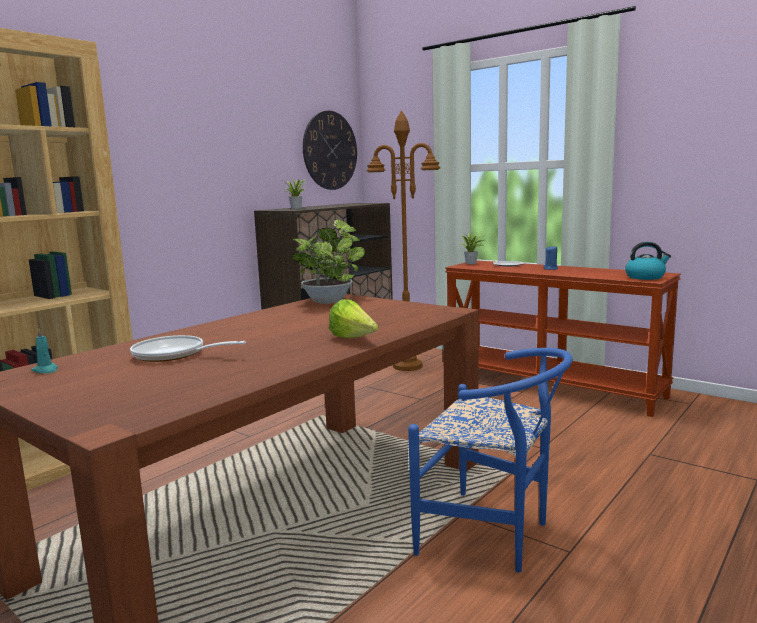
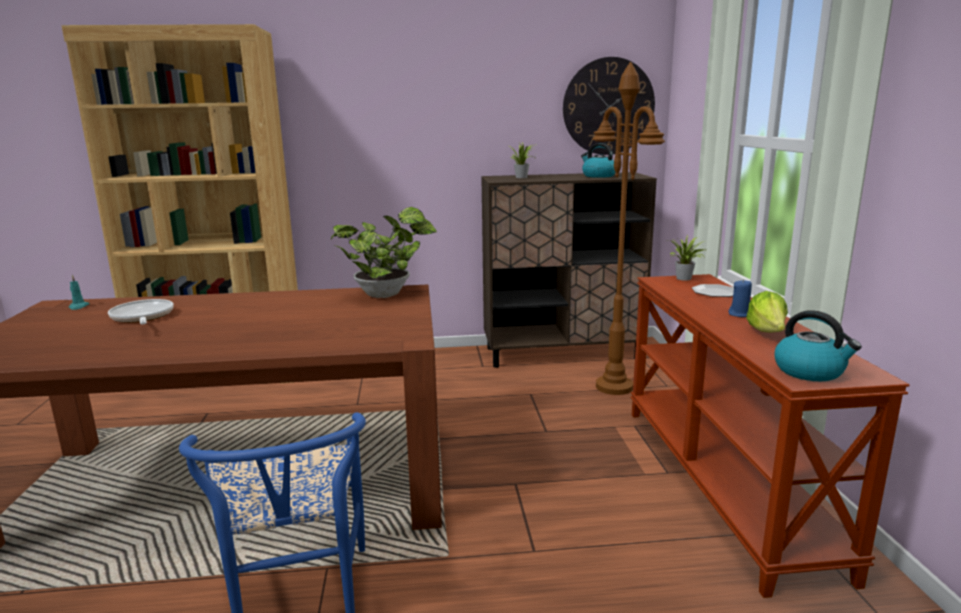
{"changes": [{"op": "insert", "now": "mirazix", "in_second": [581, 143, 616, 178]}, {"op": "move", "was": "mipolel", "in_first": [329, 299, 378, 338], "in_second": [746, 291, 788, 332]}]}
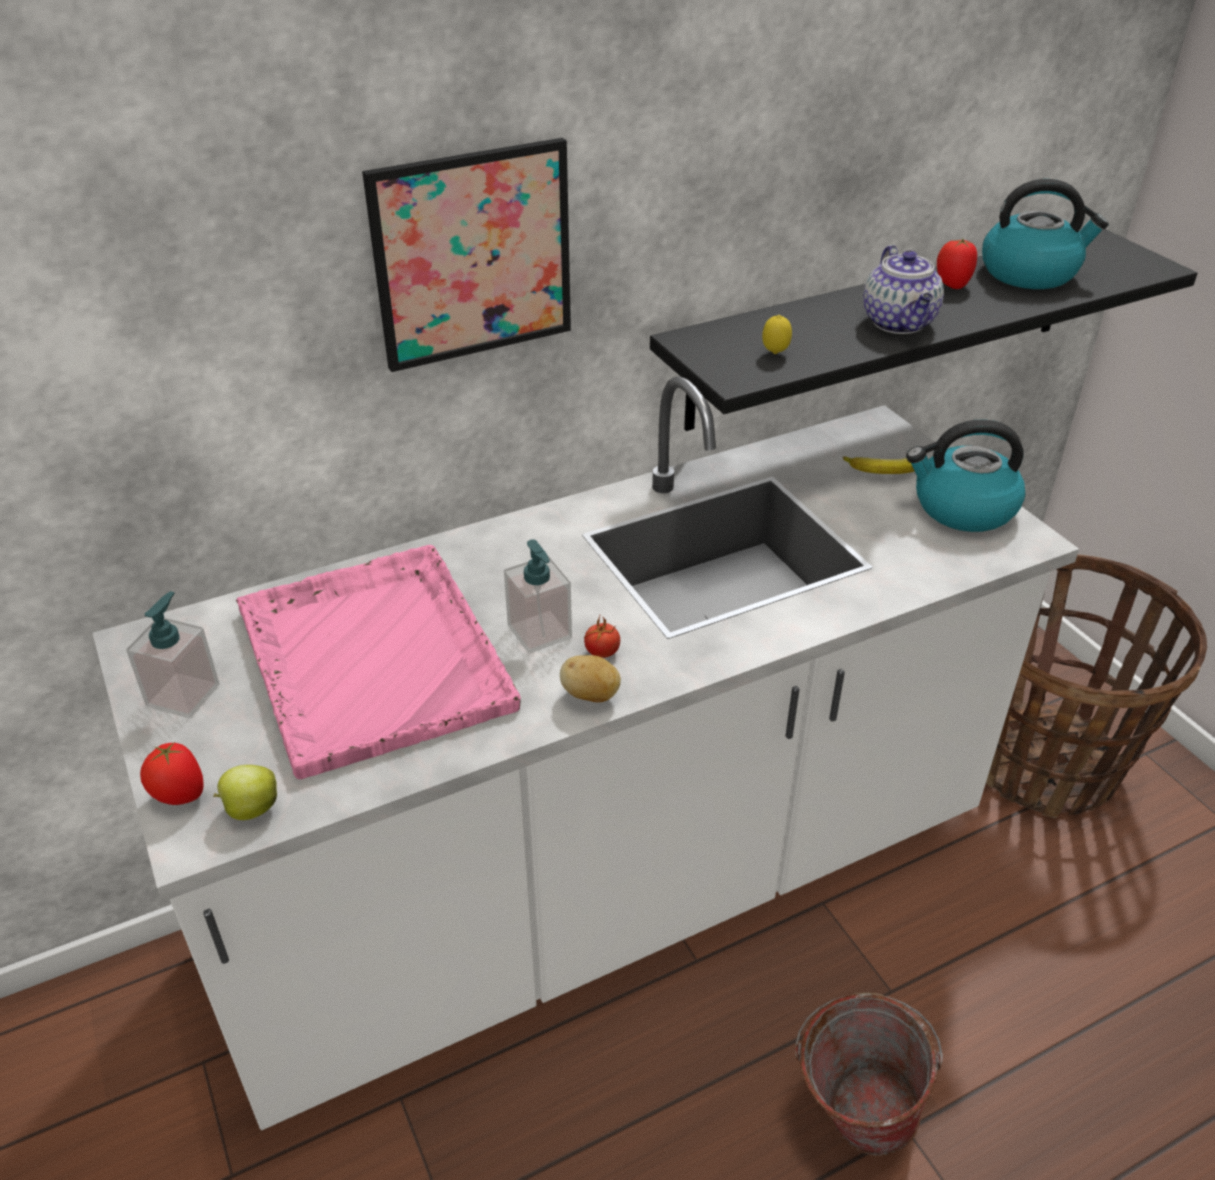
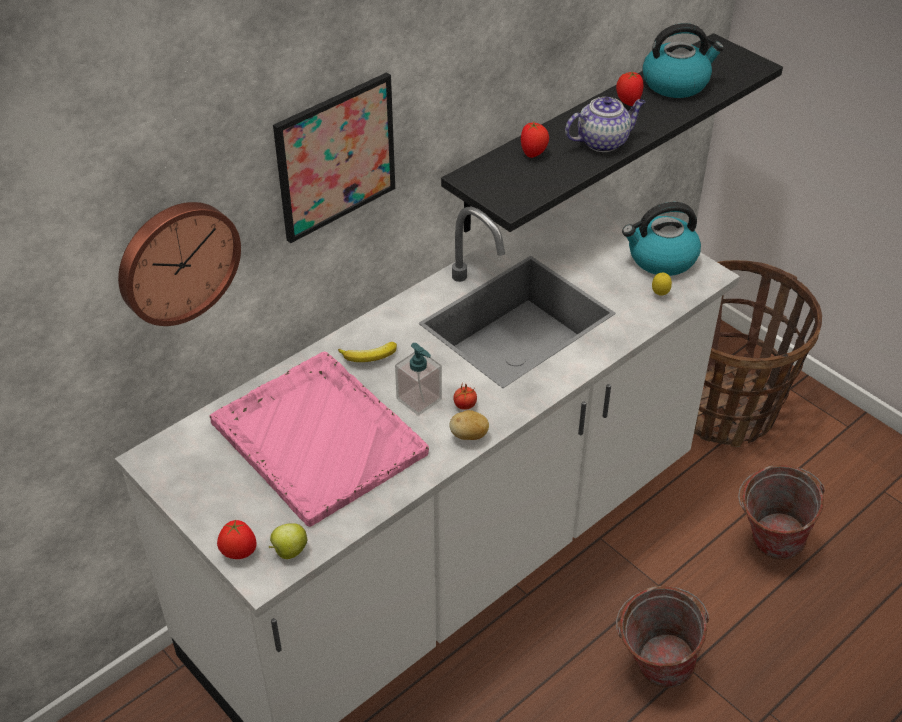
{"changes": [{"op": "insert", "now": "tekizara", "in_second": [118, 202, 241, 326]}, {"op": "move", "was": "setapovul", "in_first": [843, 456, 914, 474], "in_second": [338, 342, 397, 362]}, {"op": "insert", "now": "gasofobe", "in_second": [521, 122, 549, 158]}, {"op": "rotate", "was": "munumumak", "in_first": [863, 245, 944, 334], "in_second": [565, 97, 645, 152], "clockwise": -90}, {"op": "move", "was": "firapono", "in_first": [762, 315, 792, 354], "in_second": [652, 273, 672, 296]}, {"op": "insert", "now": "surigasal", "in_second": [738, 465, 825, 560]}, {"op": "delete", "was": "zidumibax", "in_first": [126, 591, 220, 719]}]}
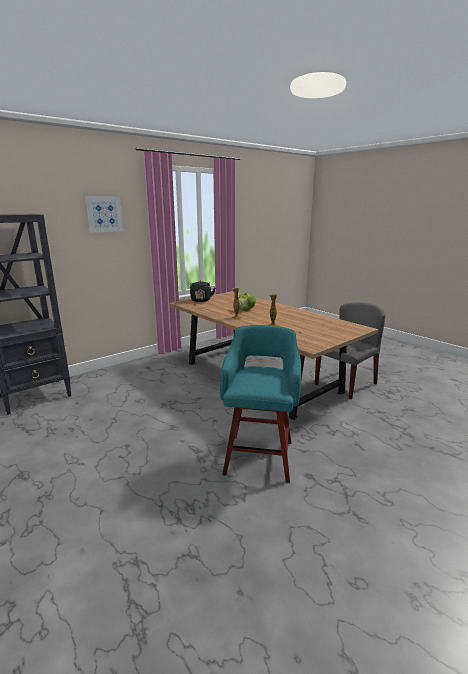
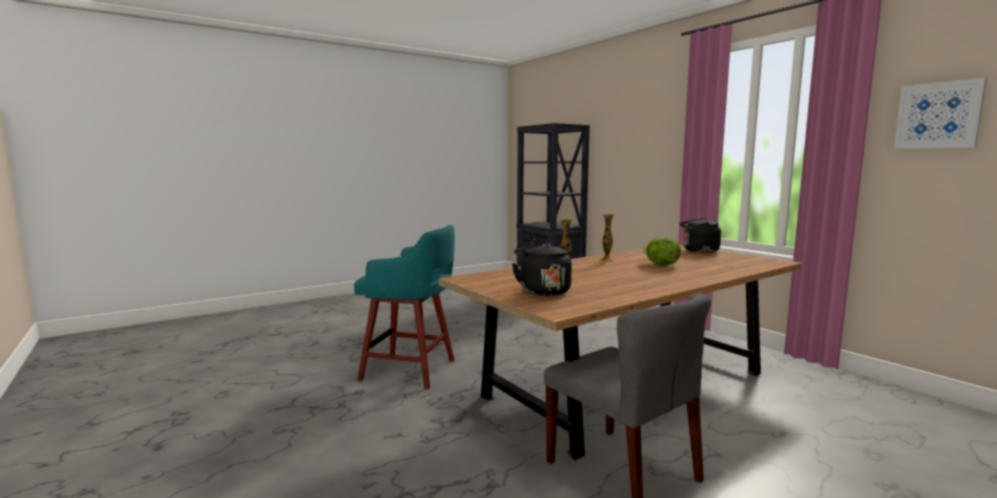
{"changes": [{"op": "insert", "now": "black_mirazix", "in_second": [512, 243, 572, 296]}, {"op": "move", "was": "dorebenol", "in_first": [86, 196, 123, 233], "in_second": [894, 78, 987, 149]}]}
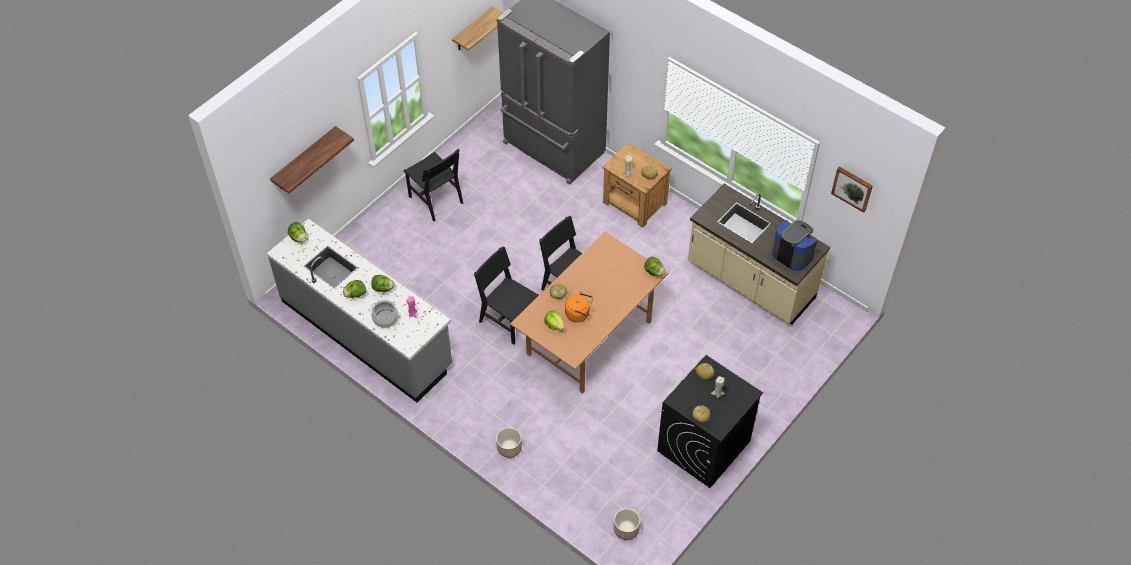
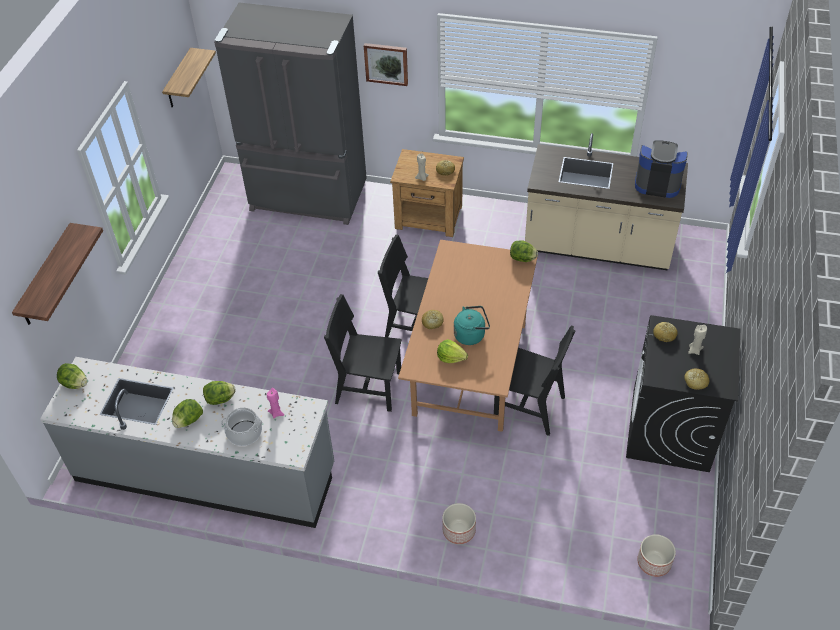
{"changes": [{"op": "move", "was": "dorebenol", "in_first": [831, 166, 873, 213], "in_second": [363, 43, 408, 86]}, {"op": "recolor", "was": "orange_mirazix", "now": "turquoise_mirazix", "in_first": [565, 291, 593, 322], "in_second": [454, 306, 490, 345]}, {"op": "move", "was": "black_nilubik", "in_first": [404, 149, 463, 221], "in_second": [494, 325, 576, 436]}]}
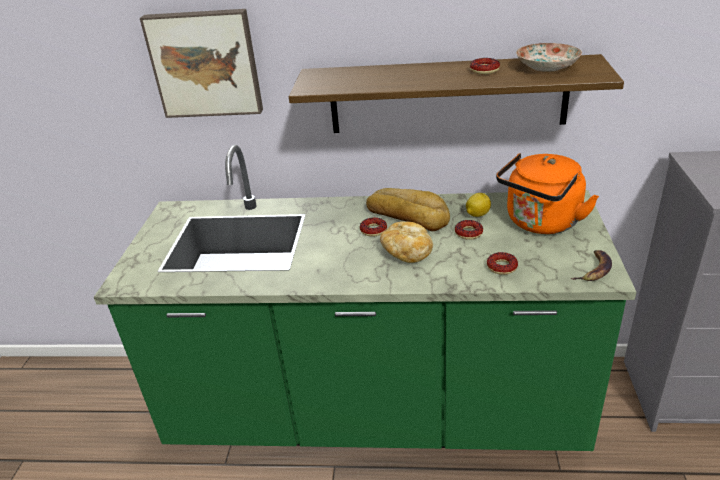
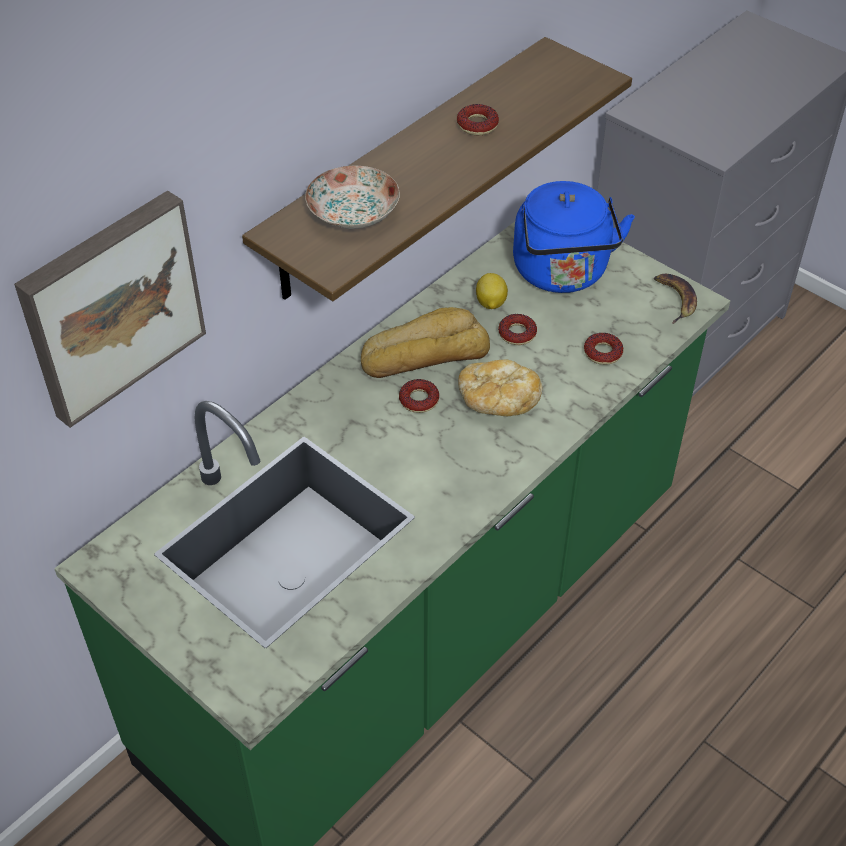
{"changes": [{"op": "move", "was": "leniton", "in_first": [516, 43, 582, 72], "in_second": [305, 165, 400, 229]}, {"op": "recolor", "was": "orange_mirazix", "now": "blue_mirazix", "in_first": [496, 153, 599, 234], "in_second": [513, 181, 635, 293]}]}
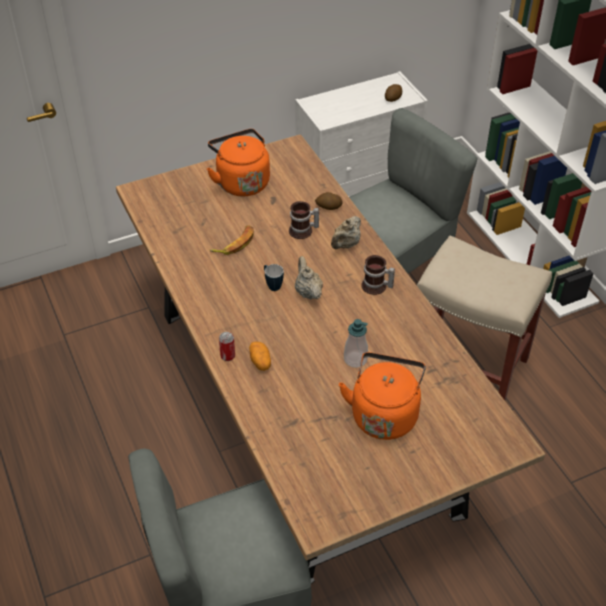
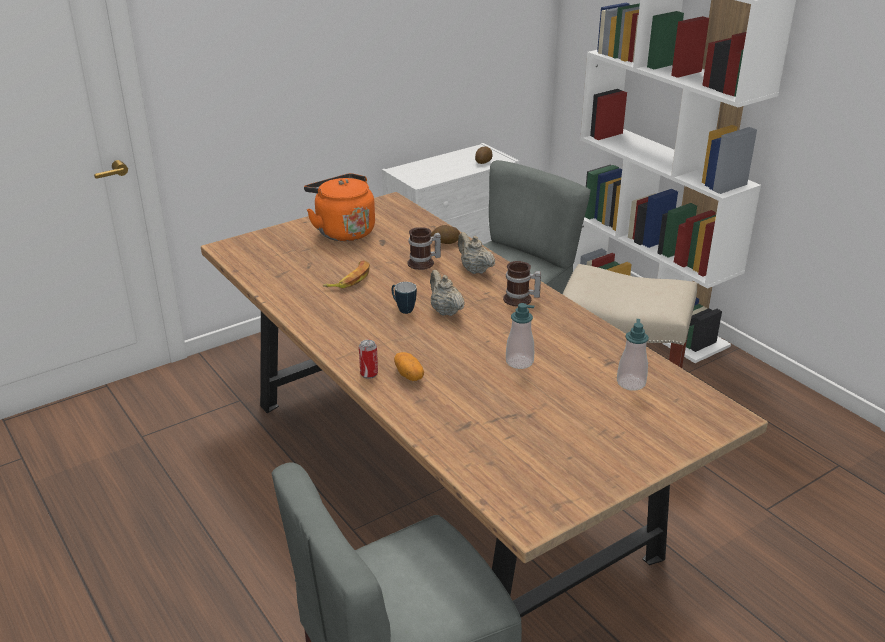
{"changes": [{"op": "rotate", "was": "beige_munumumak", "in_first": [331, 216, 361, 249], "in_second": [458, 232, 495, 274], "clockwise": 120}, {"op": "insert", "now": "zidumibax", "in_second": [617, 319, 649, 391]}, {"op": "delete", "was": "orange_mirazix", "in_first": [339, 352, 426, 440]}]}
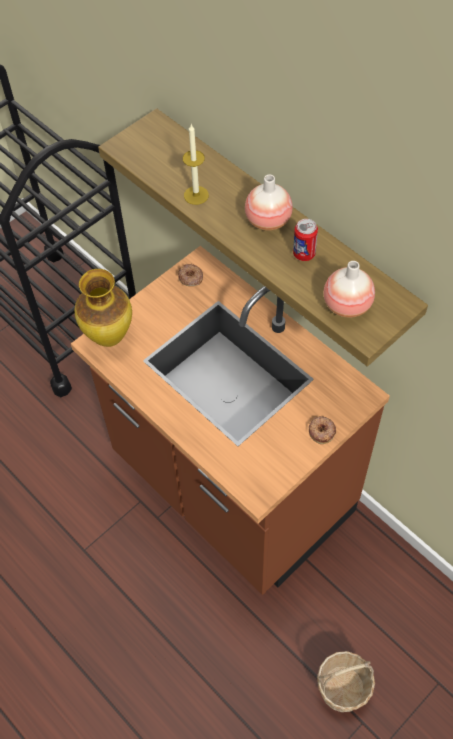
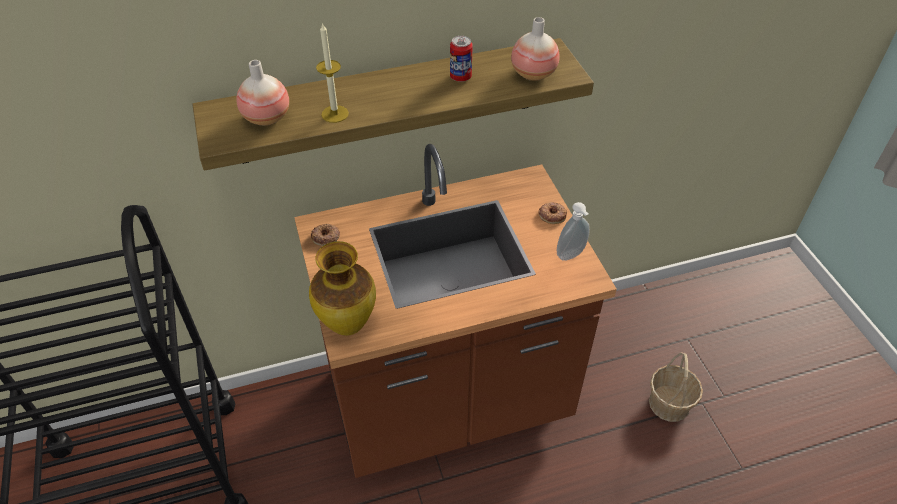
{"changes": [{"op": "move", "was": "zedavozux", "in_first": [245, 174, 293, 231], "in_second": [236, 60, 289, 126]}, {"op": "insert", "now": "zidumibax", "in_second": [557, 202, 590, 261]}]}
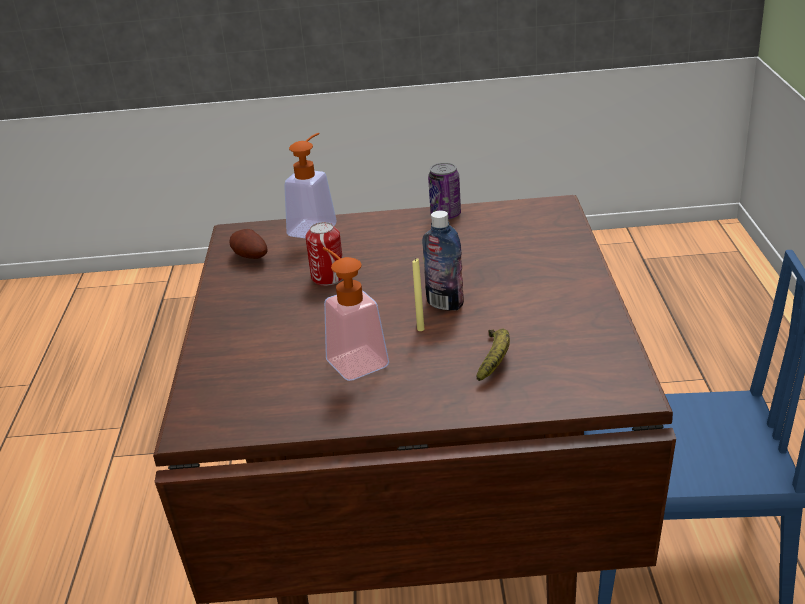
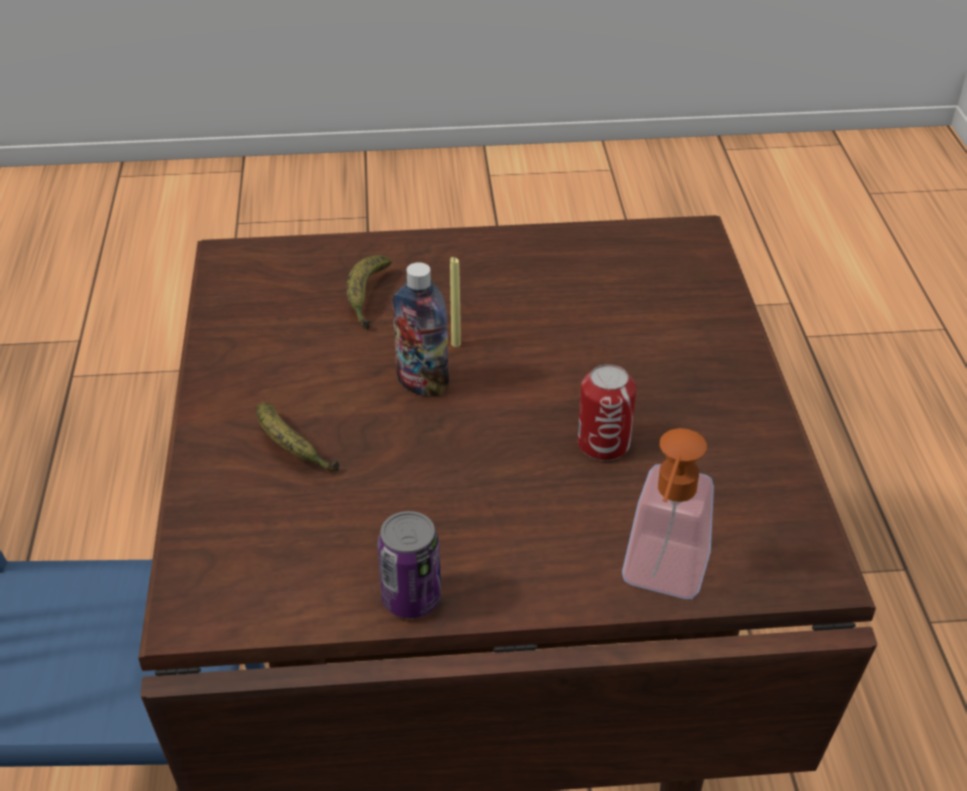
{"changes": [{"op": "insert", "now": "setapovul", "in_second": [257, 402, 339, 472]}, {"op": "delete", "was": "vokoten", "in_first": [229, 229, 267, 259]}, {"op": "delete", "was": "zidumibax", "in_first": [323, 247, 389, 381]}]}
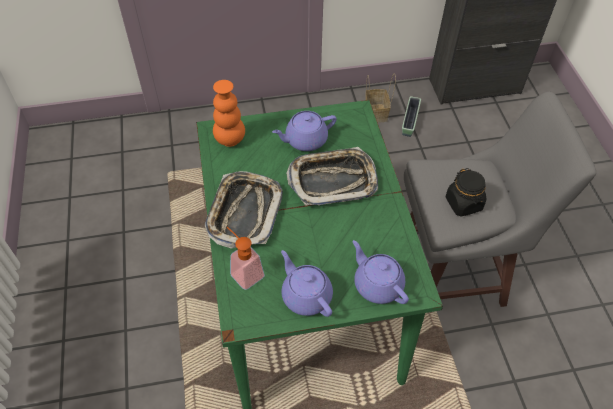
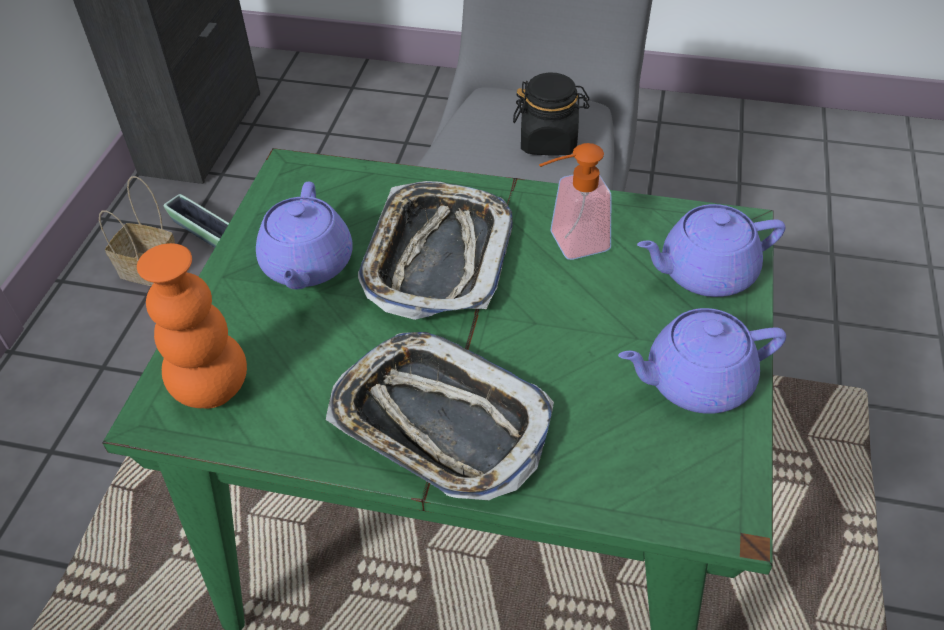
{"changes": [{"op": "move", "was": "zidumibax", "in_first": [227, 227, 265, 290], "in_second": [539, 143, 611, 260]}]}
